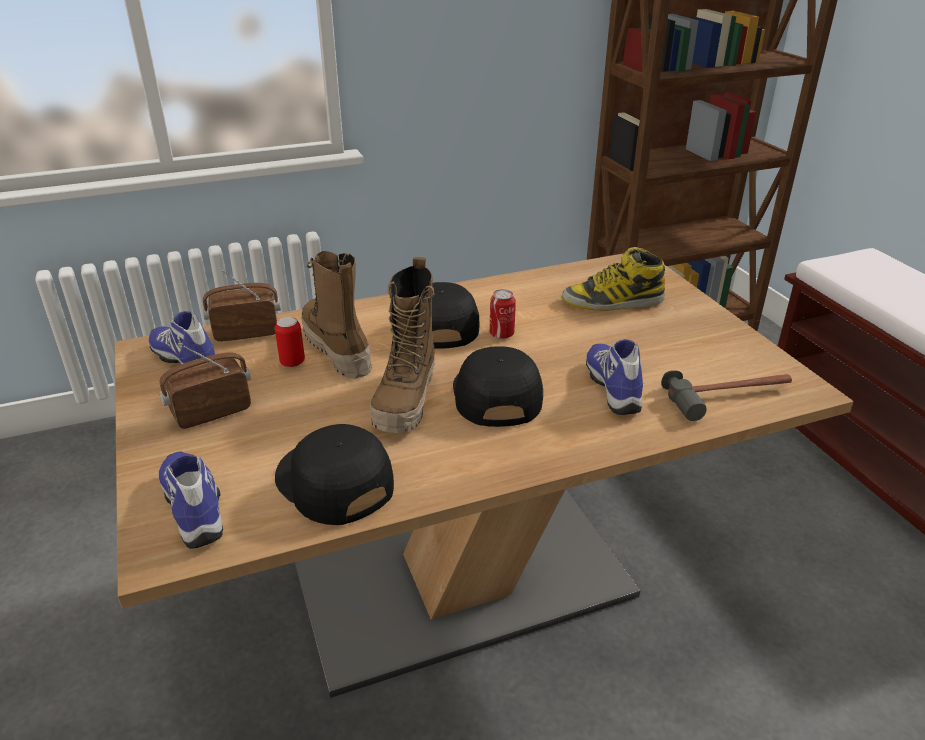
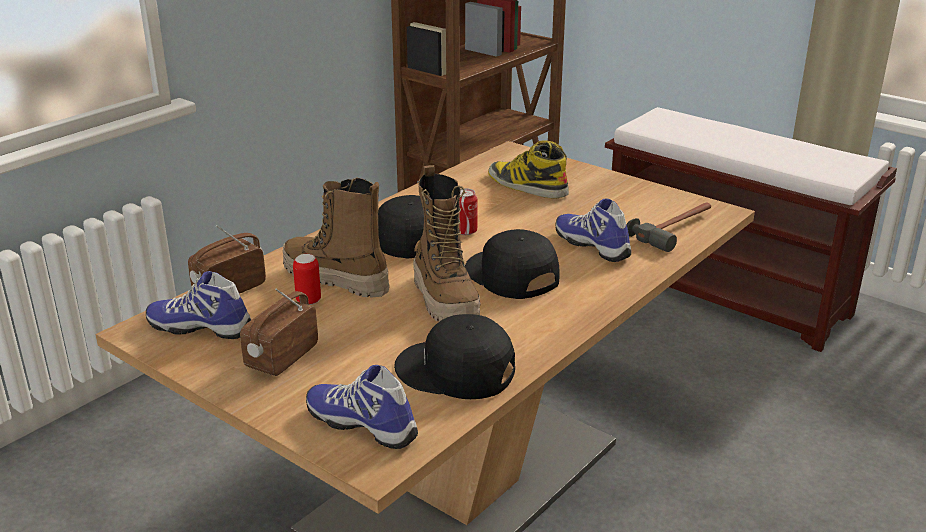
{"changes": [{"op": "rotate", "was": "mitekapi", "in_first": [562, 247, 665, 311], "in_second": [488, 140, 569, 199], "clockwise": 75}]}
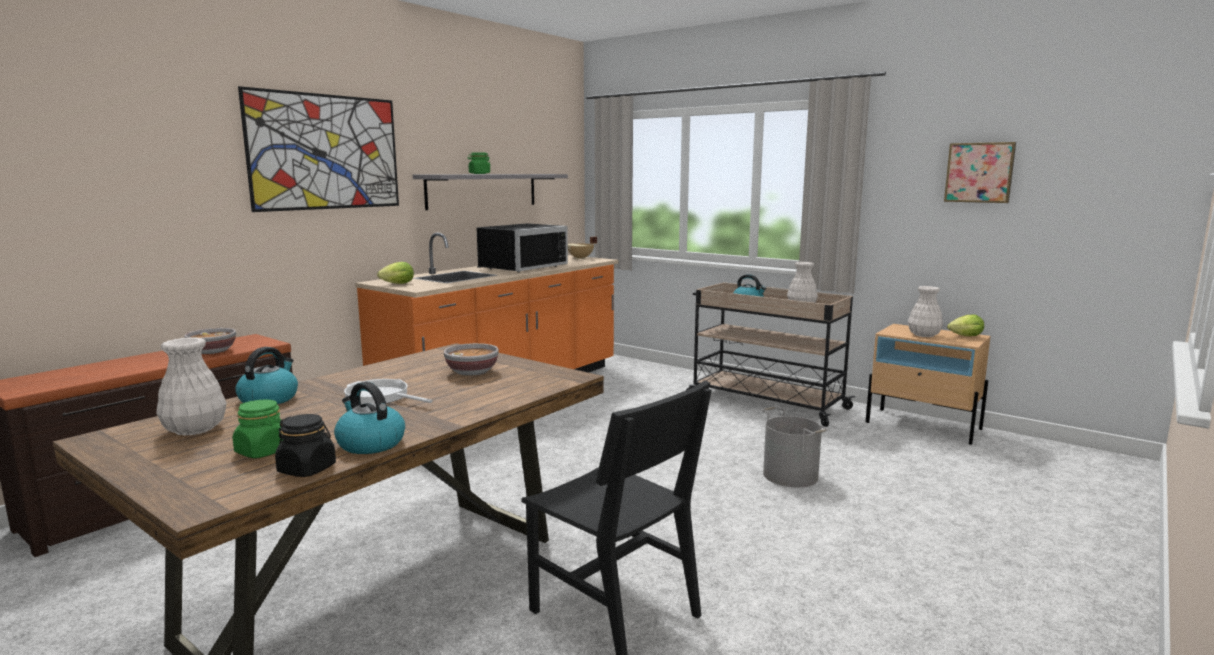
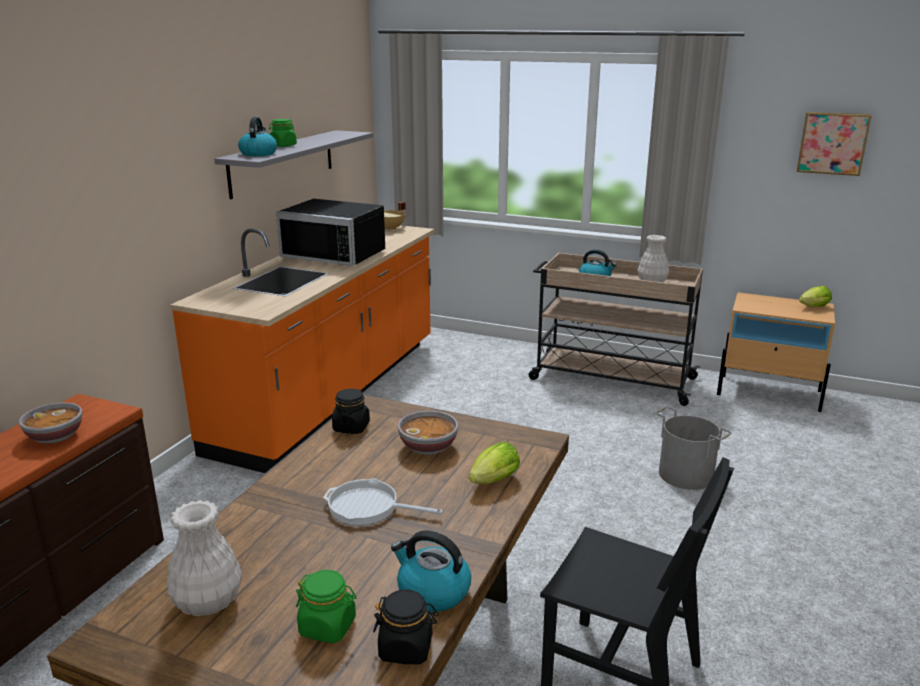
{"changes": [{"op": "move", "was": "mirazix", "in_first": [235, 347, 298, 404], "in_second": [238, 117, 277, 156]}, {"op": "rotate", "was": "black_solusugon", "in_first": [477, 223, 568, 273], "in_second": [276, 199, 385, 266], "clockwise": 90}, {"op": "insert", "now": "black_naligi", "in_second": [332, 389, 370, 434]}, {"op": "move", "was": "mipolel", "in_first": [377, 262, 414, 284], "in_second": [469, 442, 520, 484]}, {"op": "delete", "was": "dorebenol", "in_first": [238, 86, 399, 212]}, {"op": "delete", "was": "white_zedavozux", "in_first": [908, 286, 943, 337]}]}
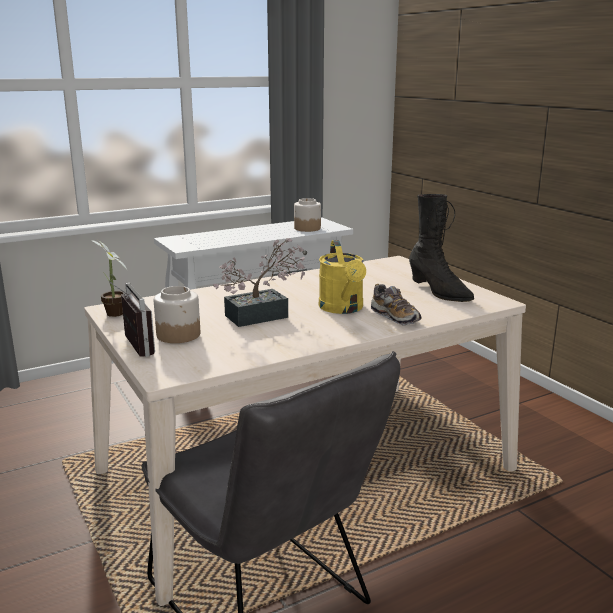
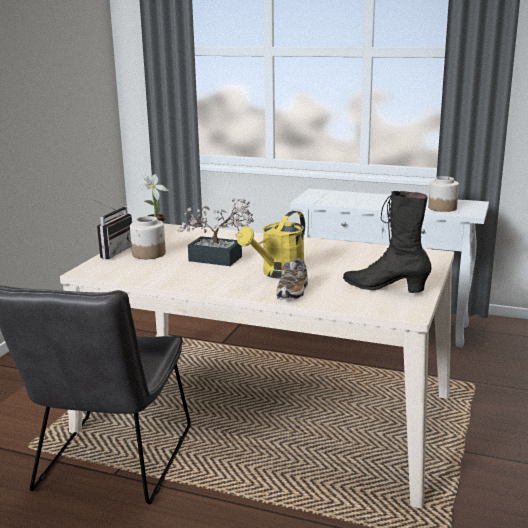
{"changes": [{"op": "rotate", "was": "black_mitekapi", "in_first": [409, 194, 474, 302], "in_second": [343, 191, 431, 293], "clockwise": 105}]}
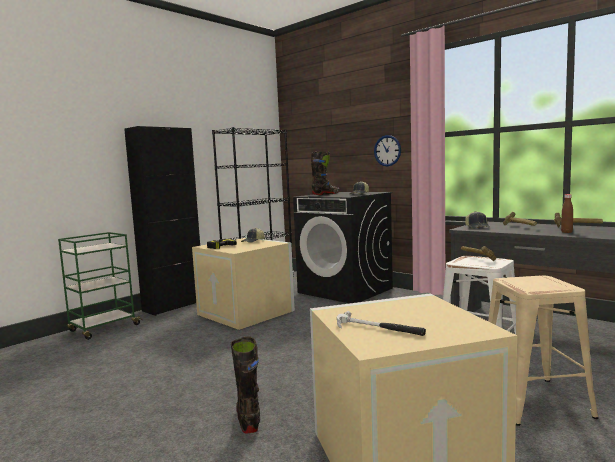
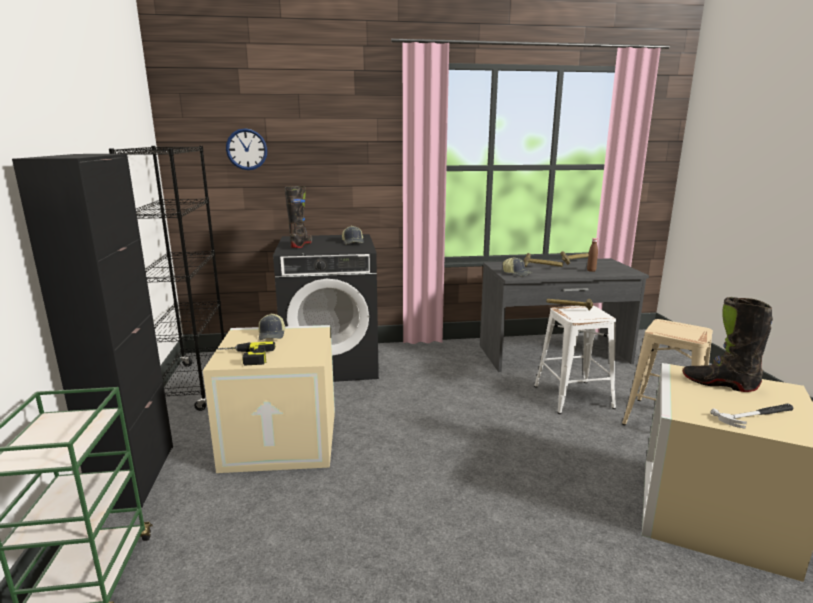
{"changes": [{"op": "move", "was": "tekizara", "in_first": [374, 135, 401, 167], "in_second": [226, 128, 268, 170]}, {"op": "move", "was": "black_mitekapi", "in_first": [231, 336, 260, 434], "in_second": [683, 297, 773, 392]}]}
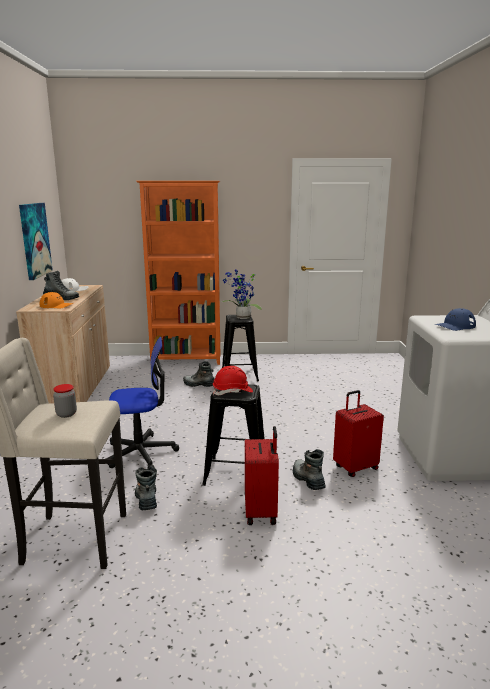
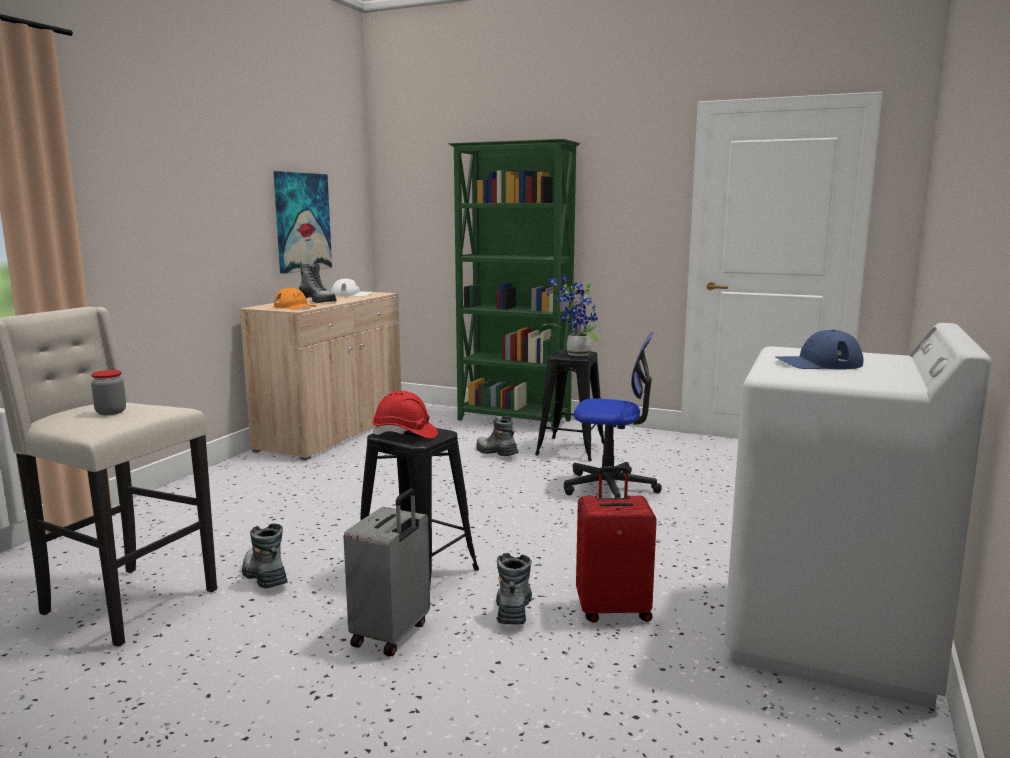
{"changes": [{"op": "rotate", "was": "mitekapi", "in_first": [135, 467, 157, 510], "in_second": [242, 523, 288, 589], "clockwise": -45}, {"op": "recolor", "was": "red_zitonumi", "now": "grey_zitonumi", "in_first": [245, 426, 279, 525], "in_second": [343, 489, 430, 656]}, {"op": "recolor", "was": "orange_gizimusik", "now": "green_gizimusik", "in_first": [136, 181, 220, 365], "in_second": [448, 139, 580, 431]}, {"op": "move", "was": "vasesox", "in_first": [107, 337, 179, 468], "in_second": [564, 332, 662, 498]}]}
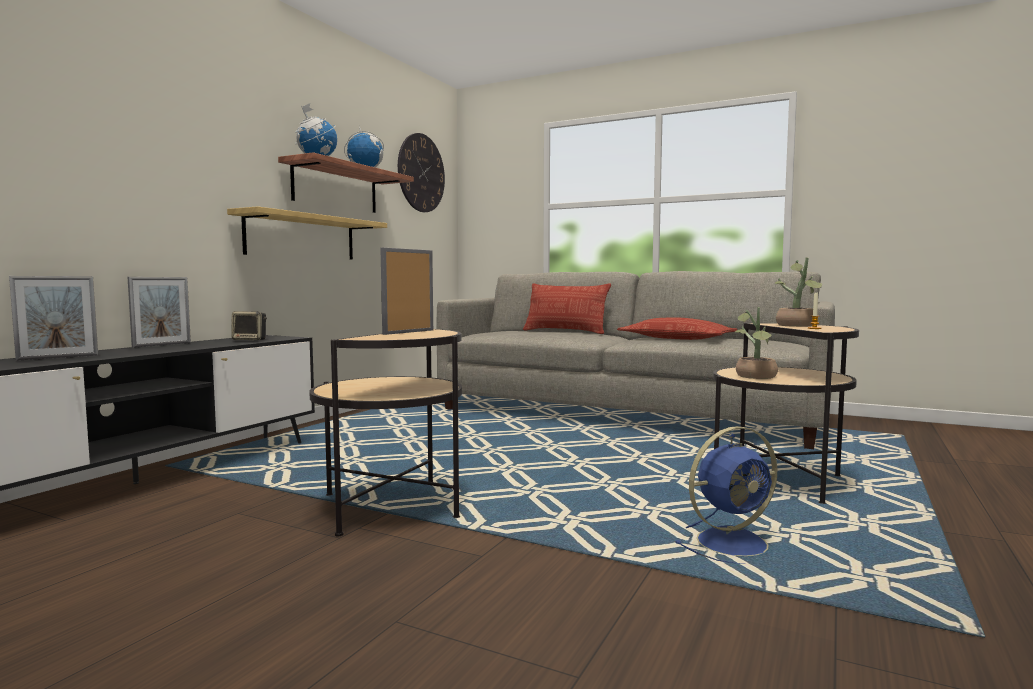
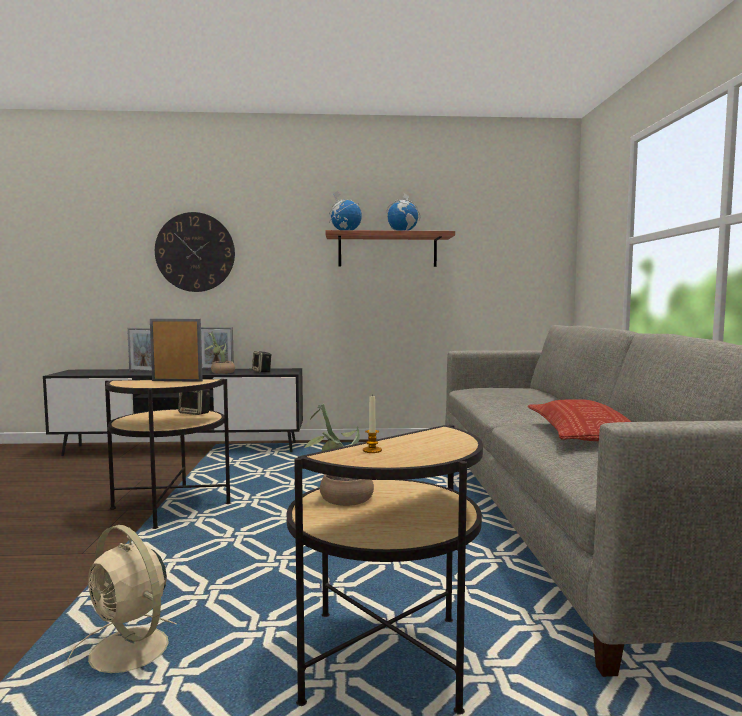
{"changes": [{"op": "recolor", "was": "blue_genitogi", "now": "beige_genitogi", "in_first": [674, 426, 777, 564], "in_second": [67, 525, 177, 673]}, {"op": "move", "was": "tekizara", "in_first": [398, 133, 445, 212], "in_second": [155, 212, 235, 292]}, {"op": "insert", "now": "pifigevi", "in_second": [178, 389, 210, 415]}, {"op": "move", "was": "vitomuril", "in_first": [775, 257, 823, 327], "in_second": [205, 331, 235, 374]}, {"op": "delete", "was": "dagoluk", "in_first": [227, 206, 387, 259]}, {"op": "delete", "was": "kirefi", "in_first": [523, 283, 611, 334]}]}
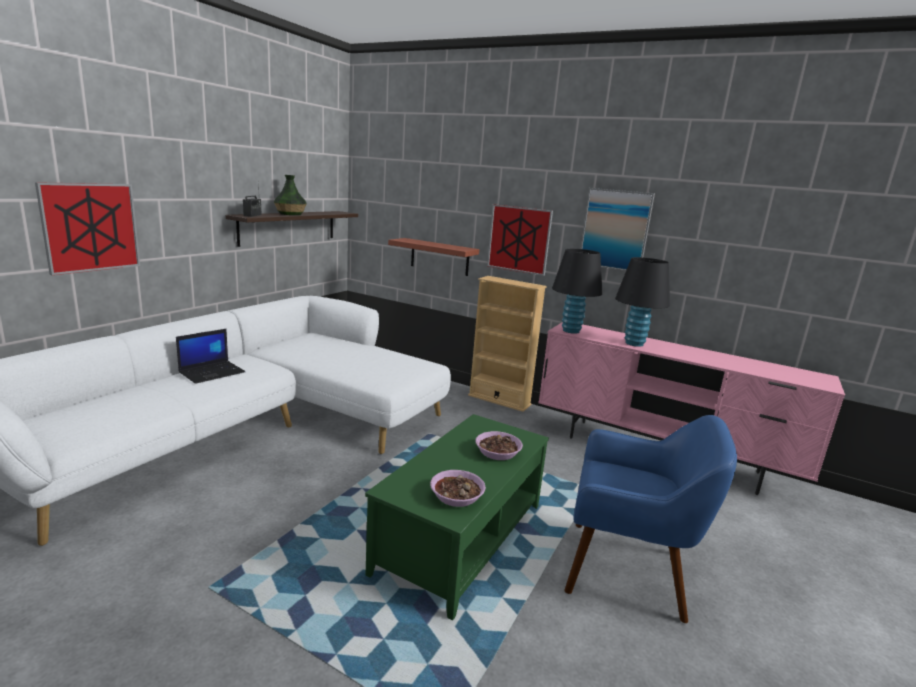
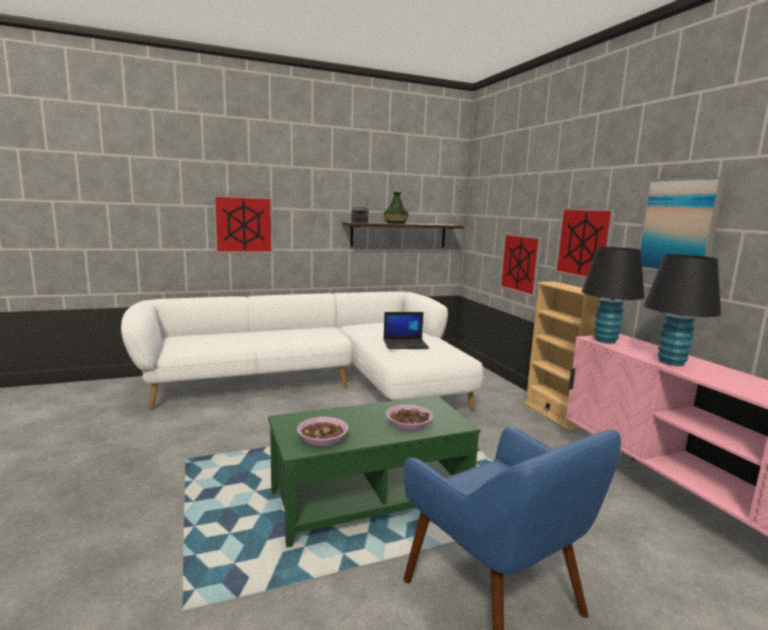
{"changes": [{"op": "move", "was": "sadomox", "in_first": [176, 329, 245, 384], "in_second": [383, 312, 429, 349]}, {"op": "replace", "was": "dagoluk", "now": "dorebenol", "in_first": [388, 238, 479, 276], "in_second": [499, 234, 542, 296]}]}
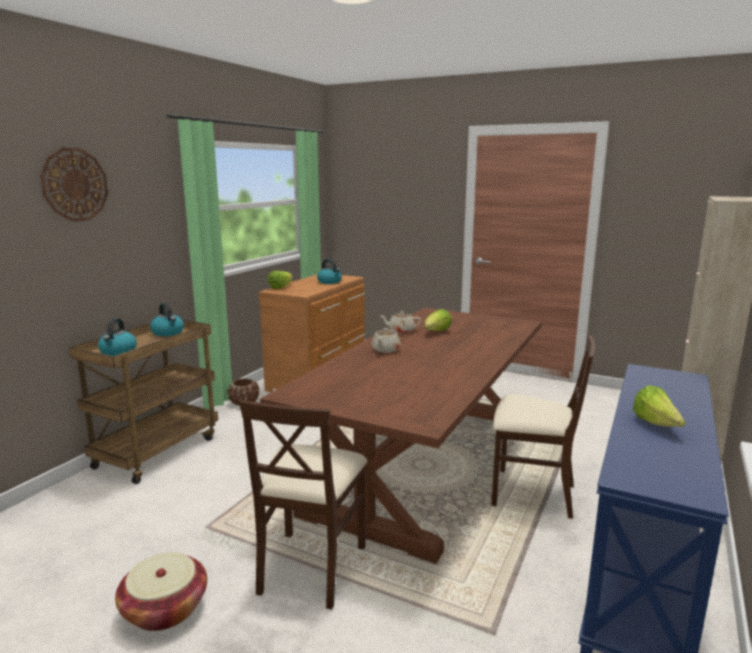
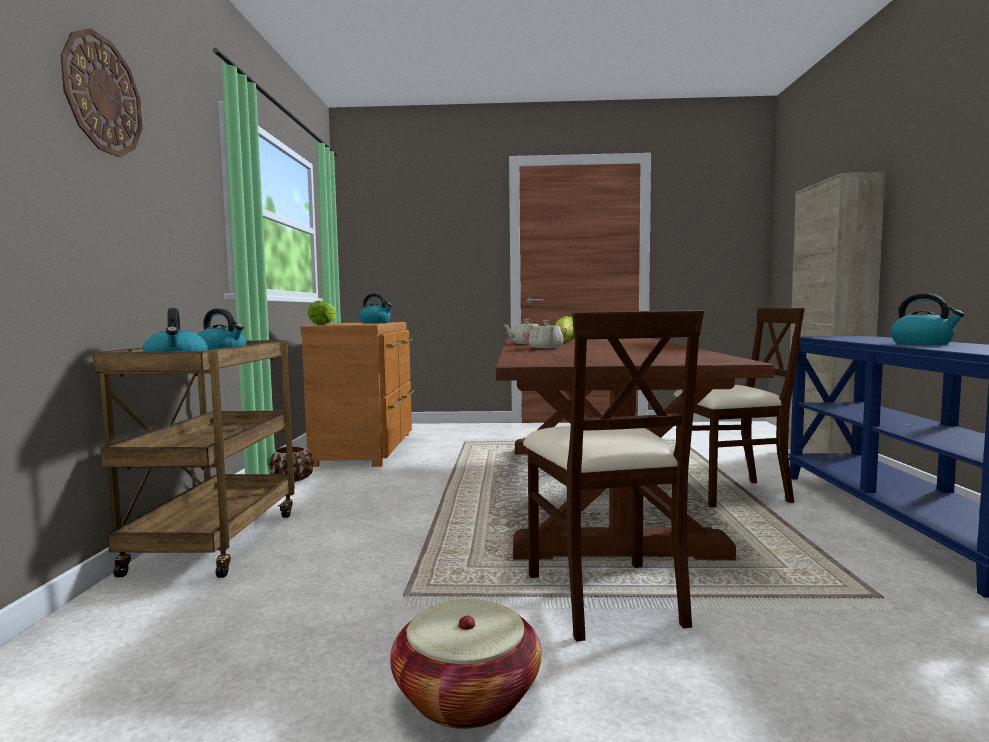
{"changes": [{"op": "replace", "was": "mipolel", "now": "mirazix", "in_first": [633, 385, 686, 427], "in_second": [891, 293, 965, 345]}]}
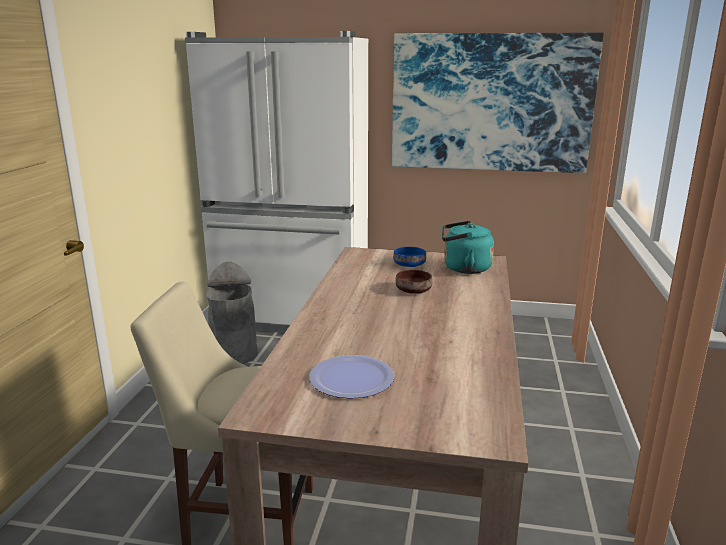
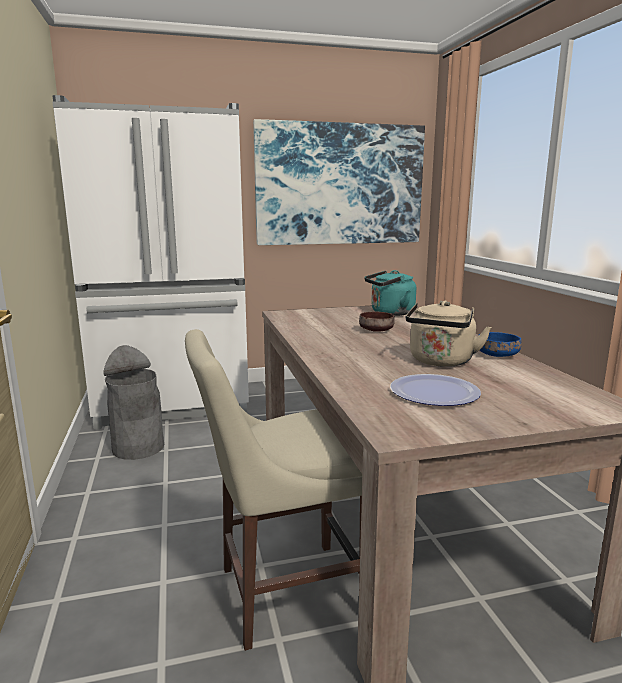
{"changes": [{"op": "insert", "now": "beige_mirazix", "in_second": [406, 301, 491, 367]}, {"op": "move", "was": "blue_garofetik", "in_first": [393, 247, 426, 267], "in_second": [478, 332, 521, 357]}]}
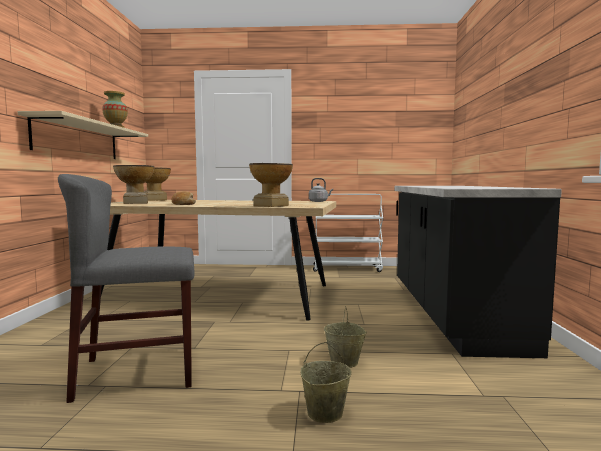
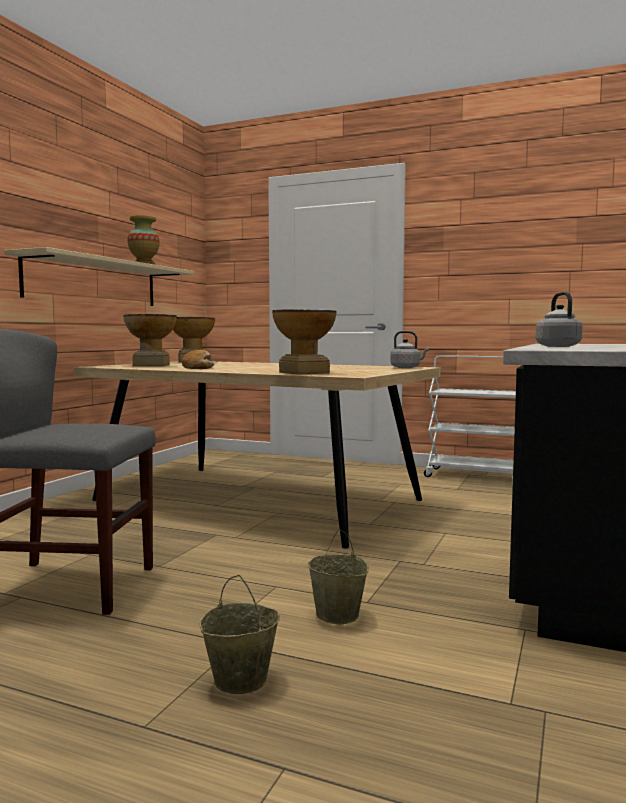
{"changes": [{"op": "insert", "now": "grey_mirazix", "in_second": [536, 292, 582, 347]}]}
